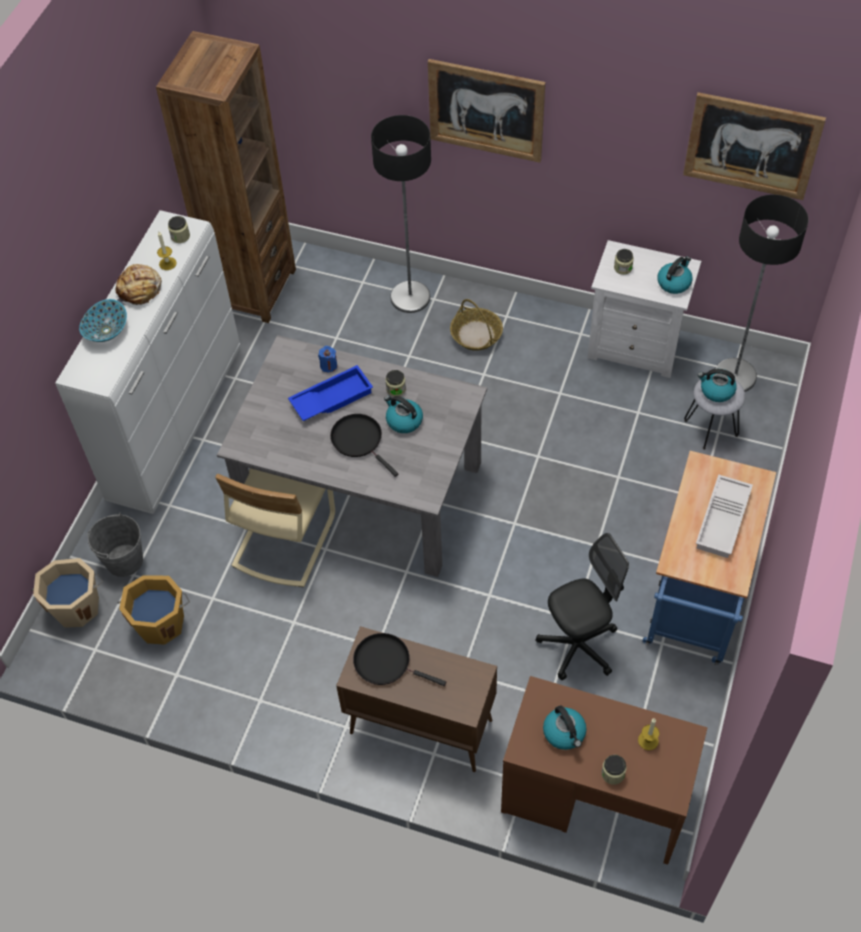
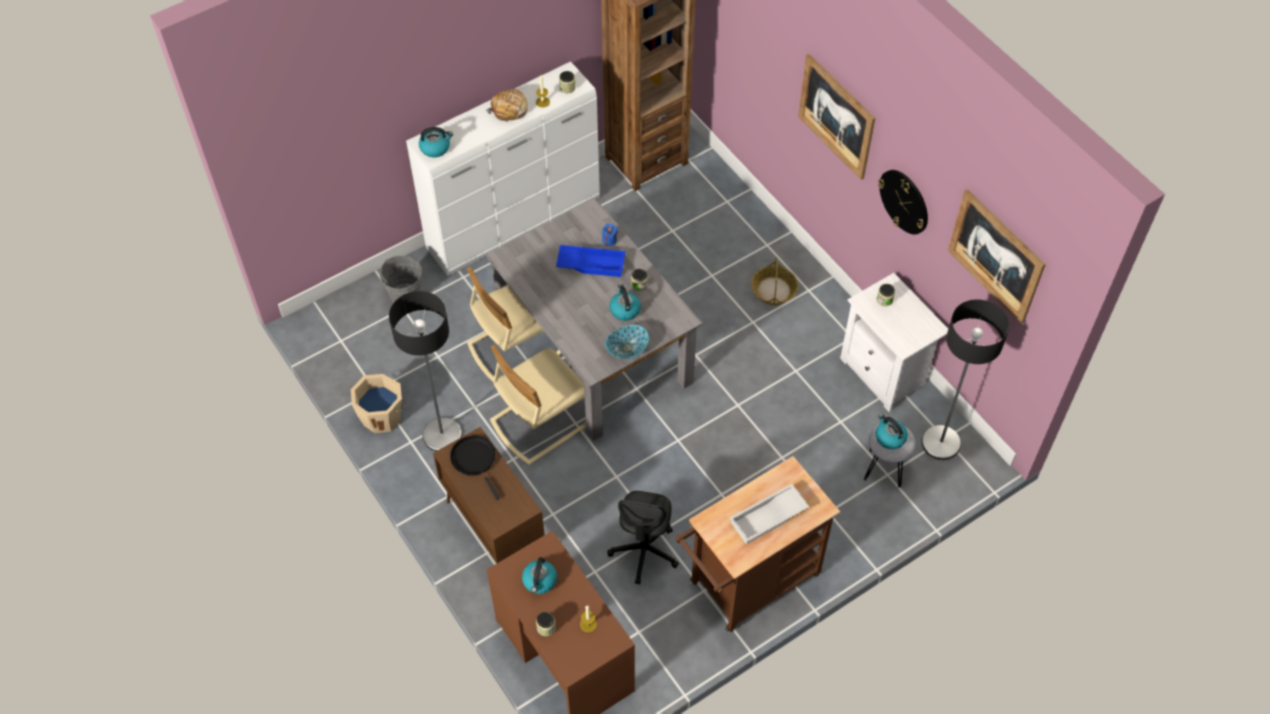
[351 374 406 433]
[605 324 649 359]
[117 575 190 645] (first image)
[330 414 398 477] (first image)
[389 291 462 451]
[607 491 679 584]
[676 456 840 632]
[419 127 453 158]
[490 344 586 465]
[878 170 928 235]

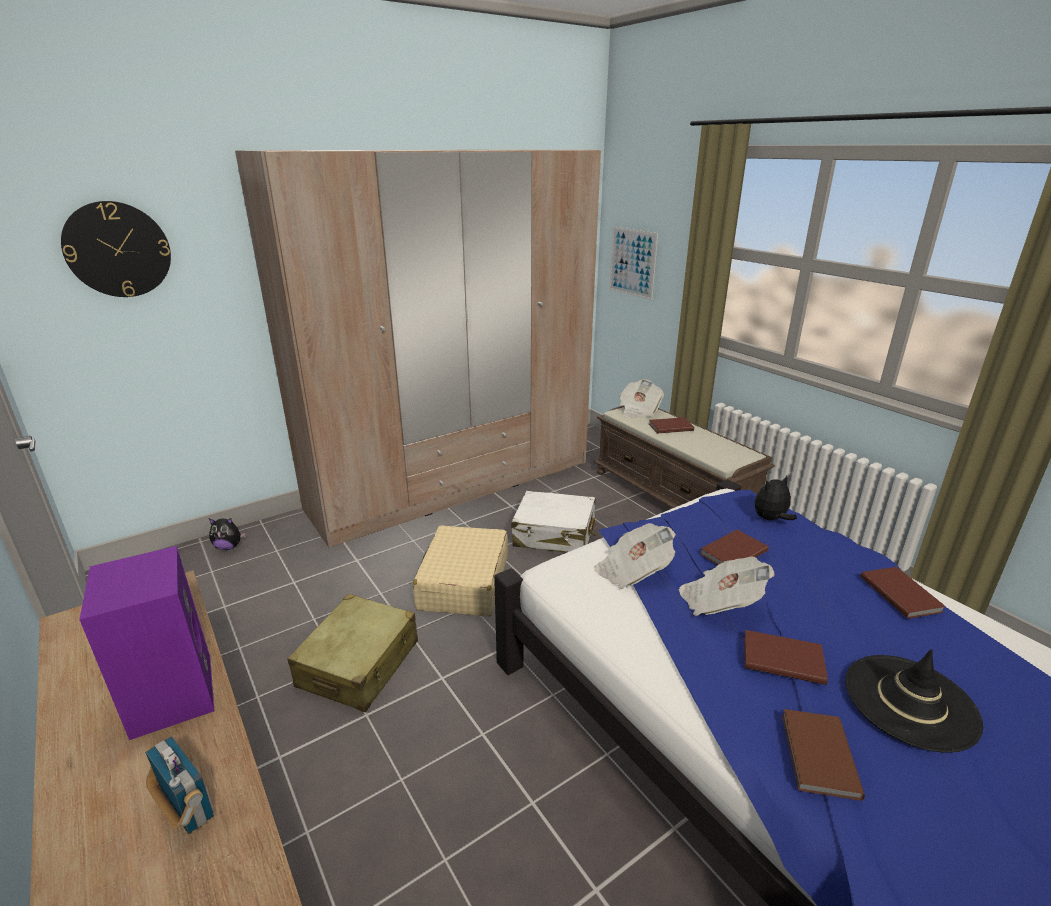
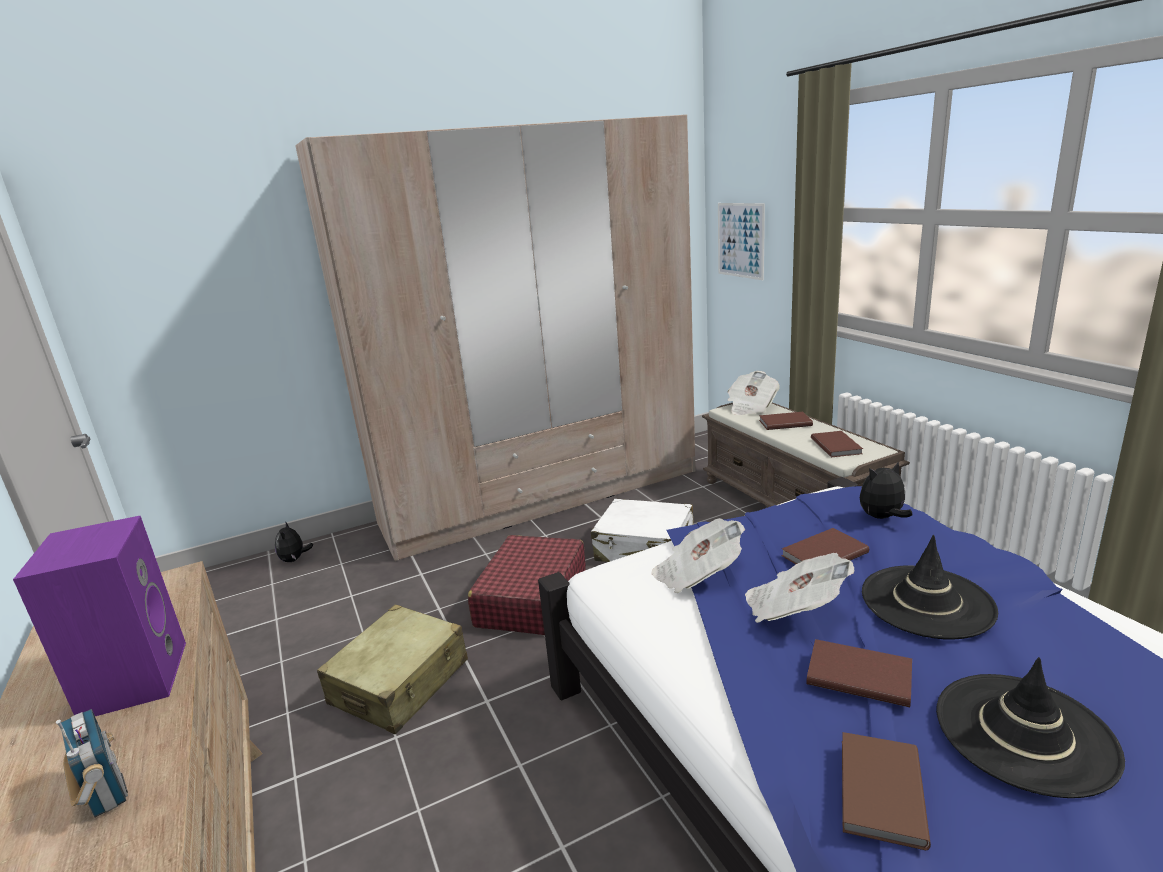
[61 201 171 297] (first image)
[275 521 313 562]
[468 535 586 635]
[811 431 863 457]
[862 535 998 640]

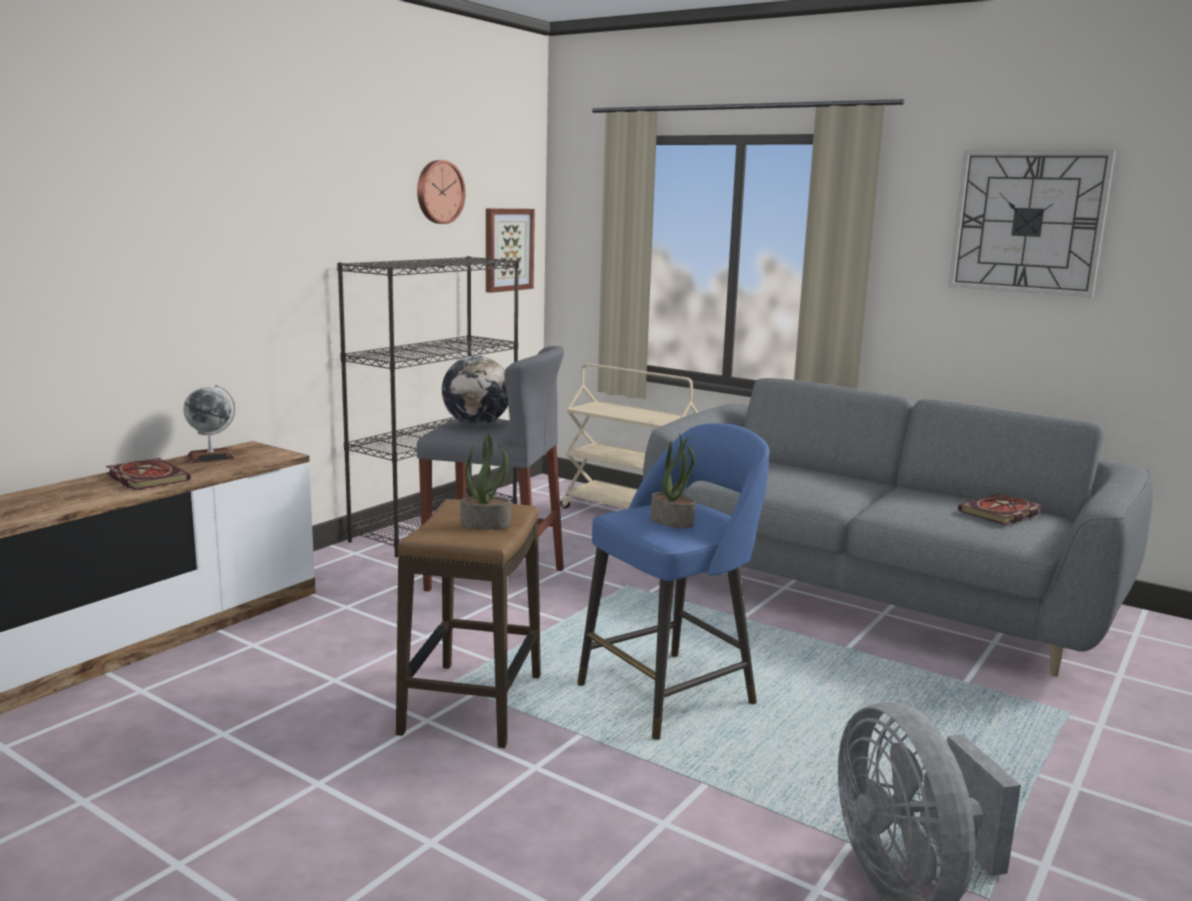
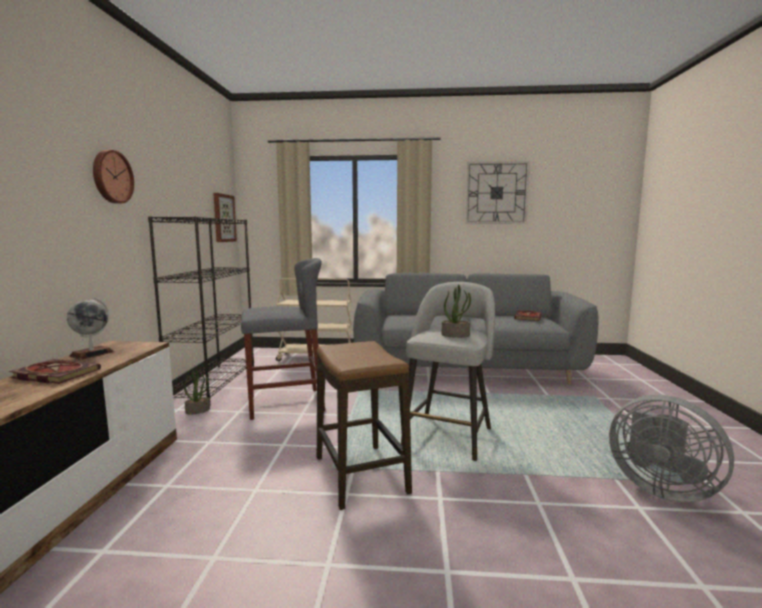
[93 150 134 204]
[442 356 508 425] (first image)
[184 370 210 414]
[401 282 495 461]

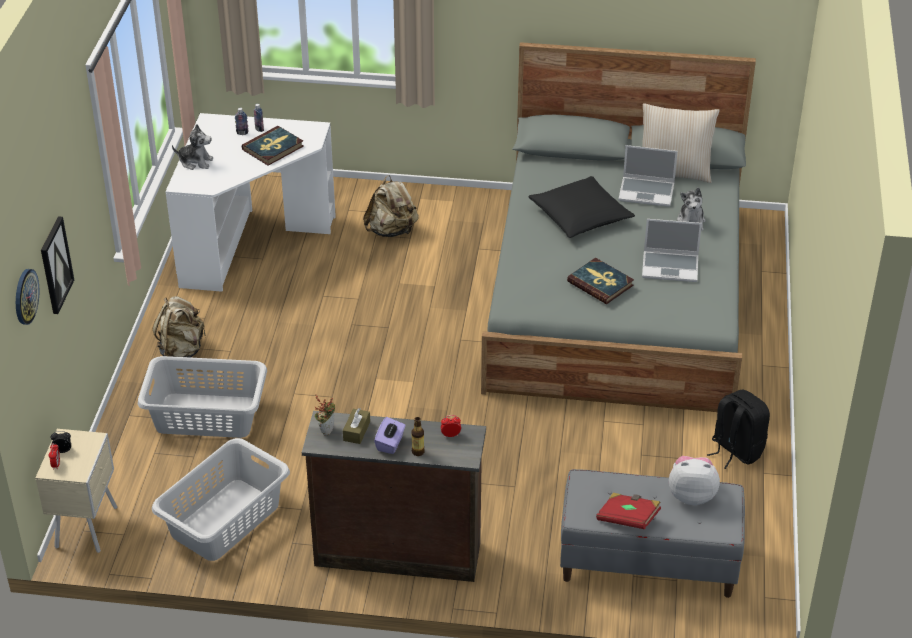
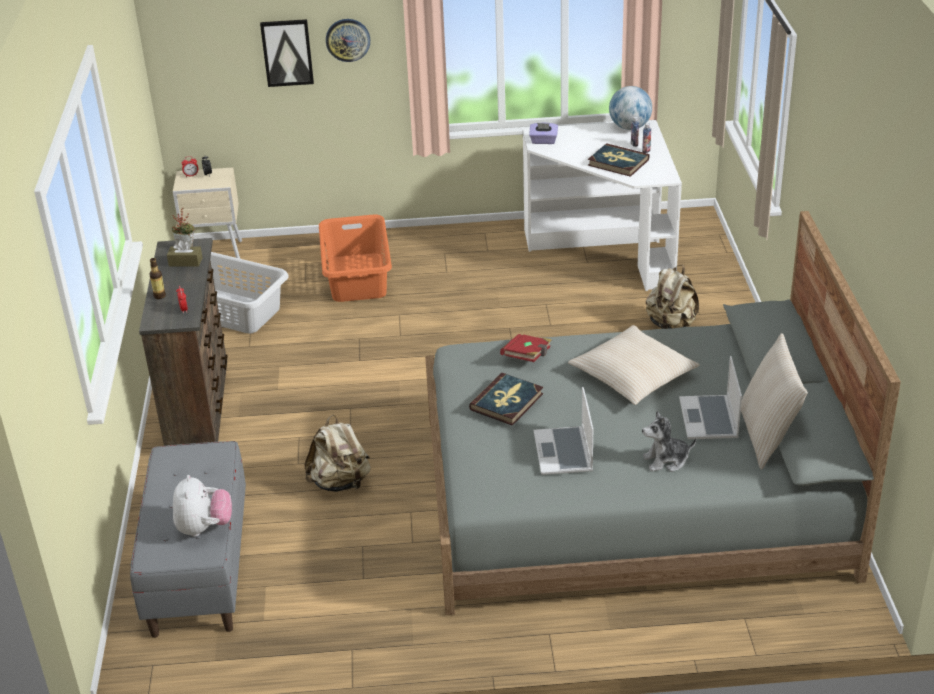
[326 19 370 62]
[319 214 392 302]
[304 415 371 492]
[172 124 213 170] (first image)
[529 123 558 144]
[568 325 700 405]
[500 334 552 362]
[707 390 770 469] (first image)
[609 86 652 130]

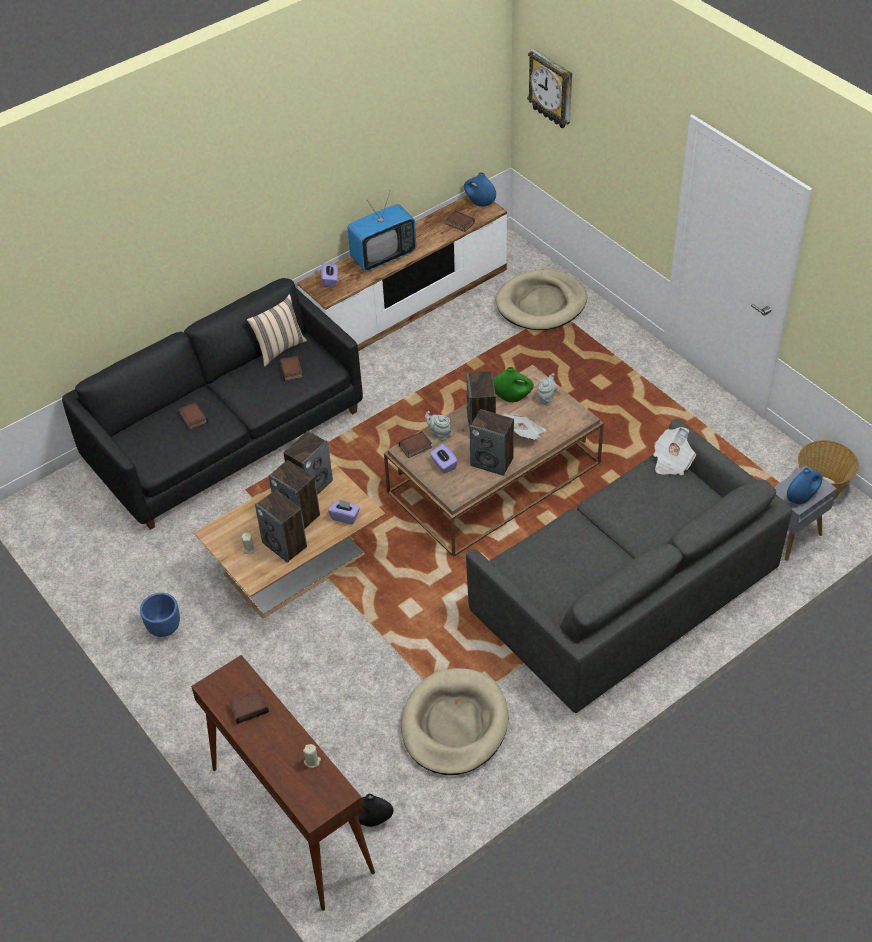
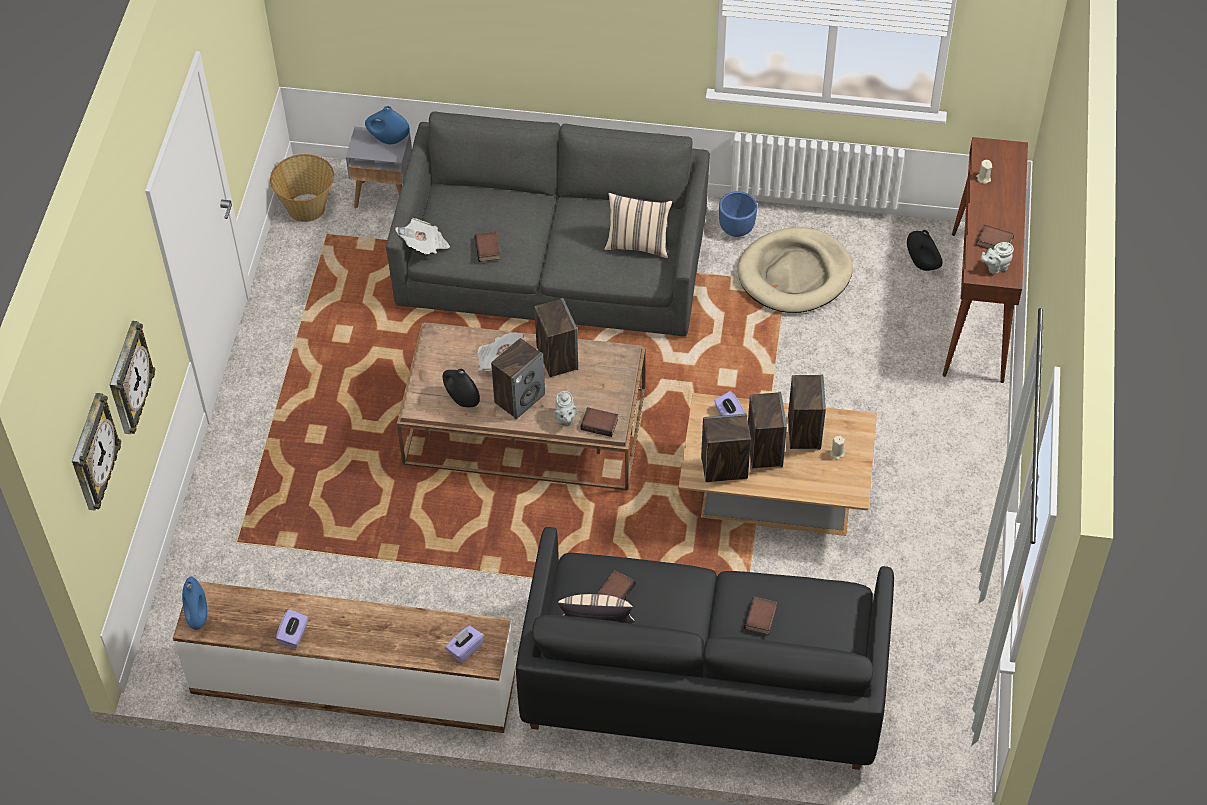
[719 191 757 237]
[348 190 416 271] (first image)
[276 609 308 648]
[474 232 501 262]
[443 369 480 407]
[496 269 587 330] (first image)
[981 242 1014 274]
[109 321 155 434]
[605 193 672 258]

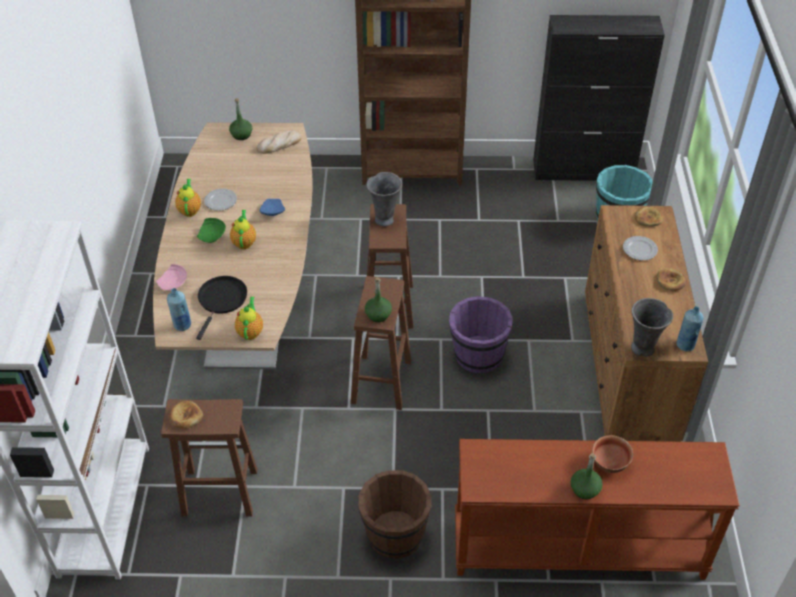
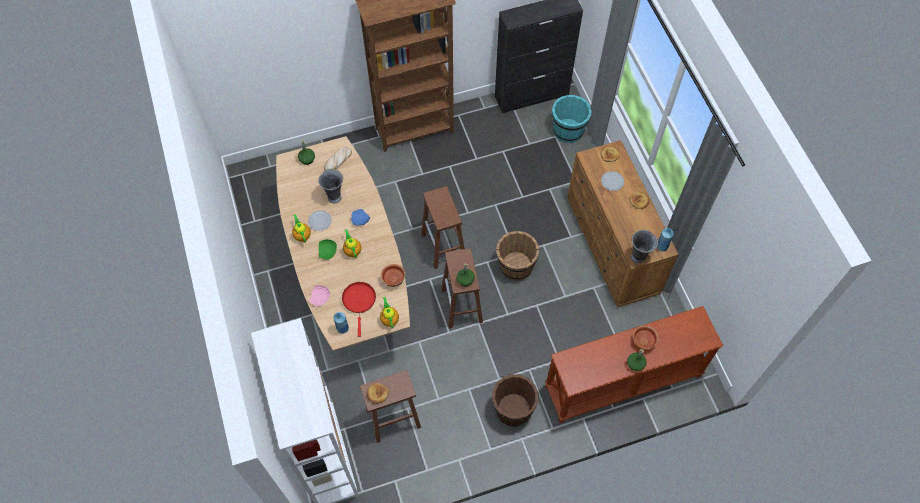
[342 282 376 337]
[318 169 343 204]
[496 231 539 281]
[381 264 405 287]

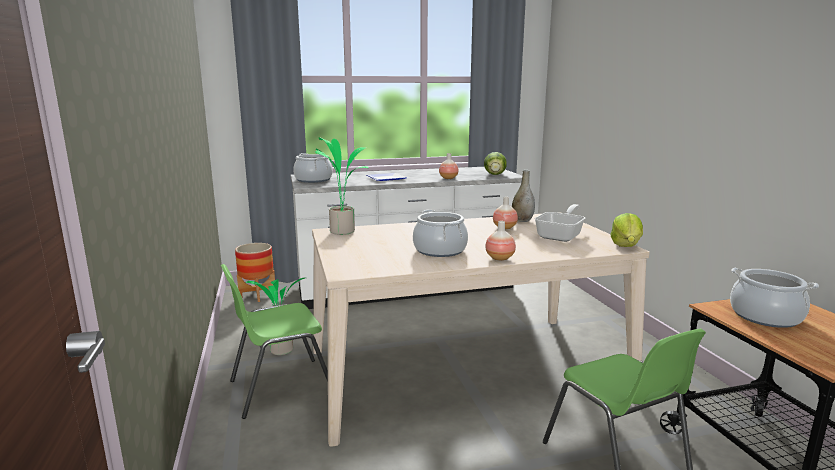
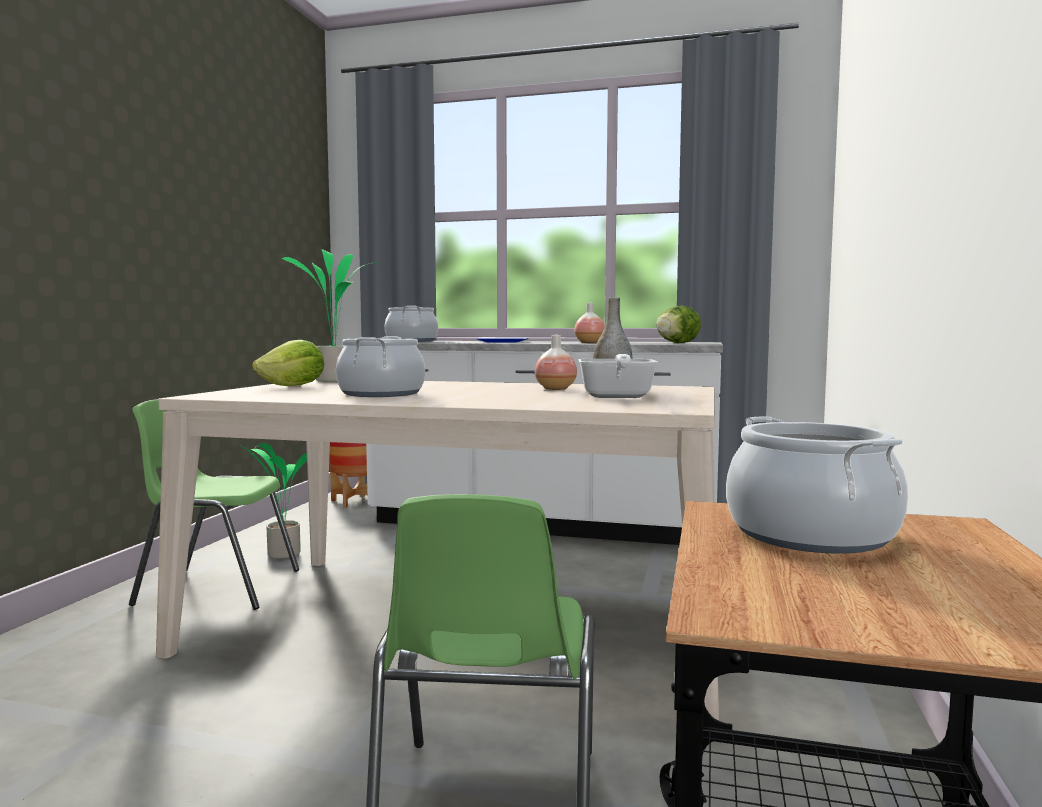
[485 221 516 261] (first image)
[579 354 658 398]
[252 340 324 386]

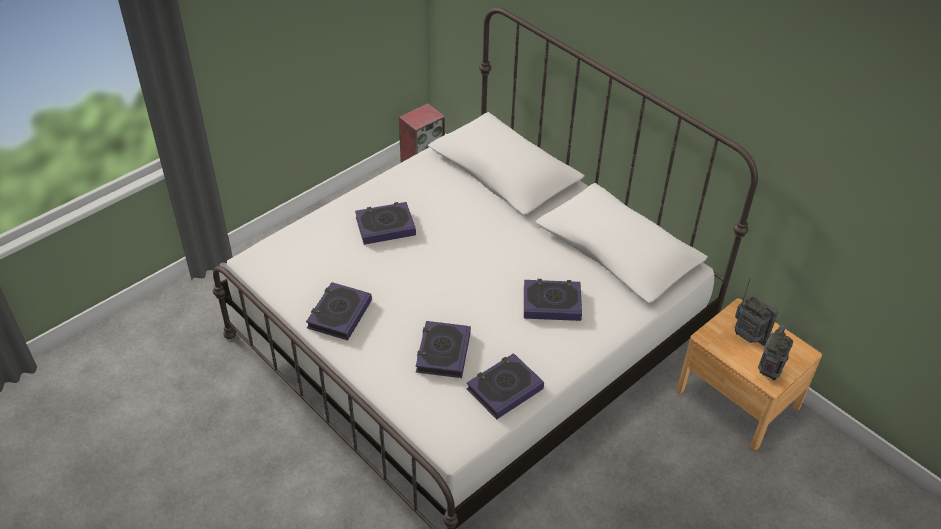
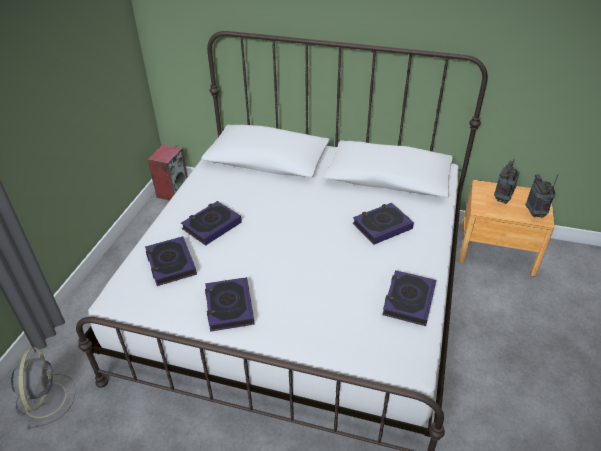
[145 236 197 286]
[494 159 520 204]
[11 347 76 430]

